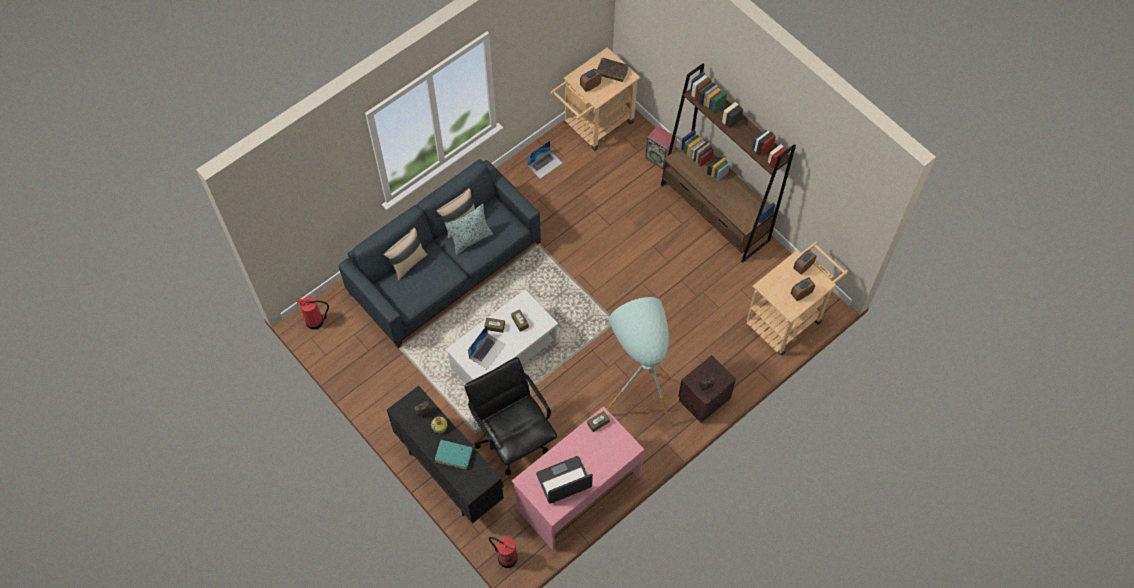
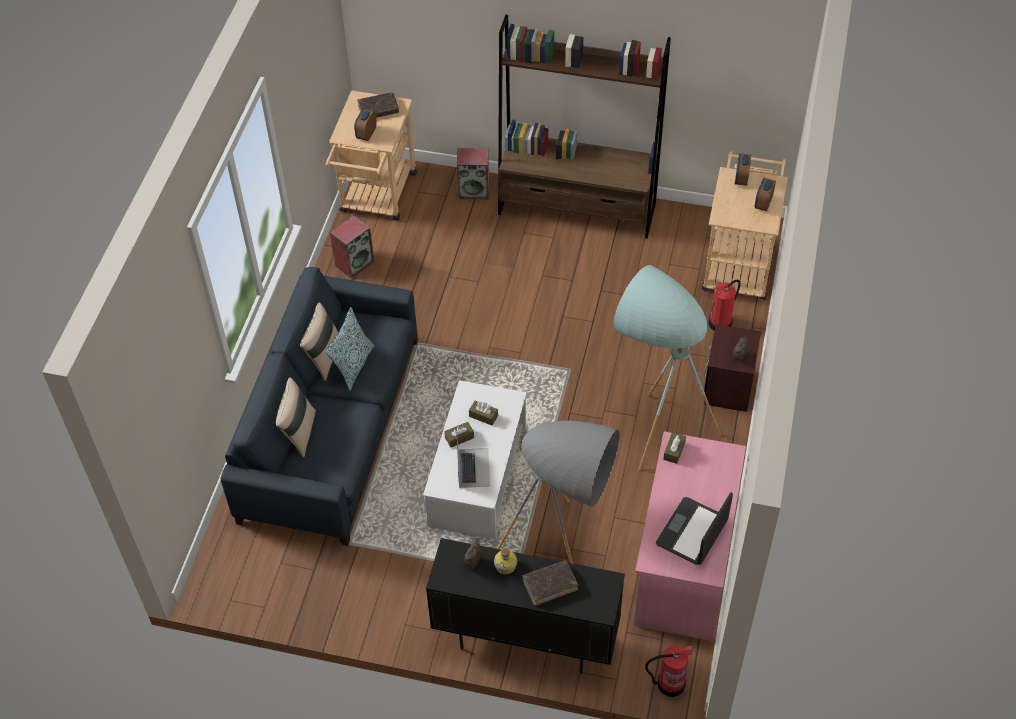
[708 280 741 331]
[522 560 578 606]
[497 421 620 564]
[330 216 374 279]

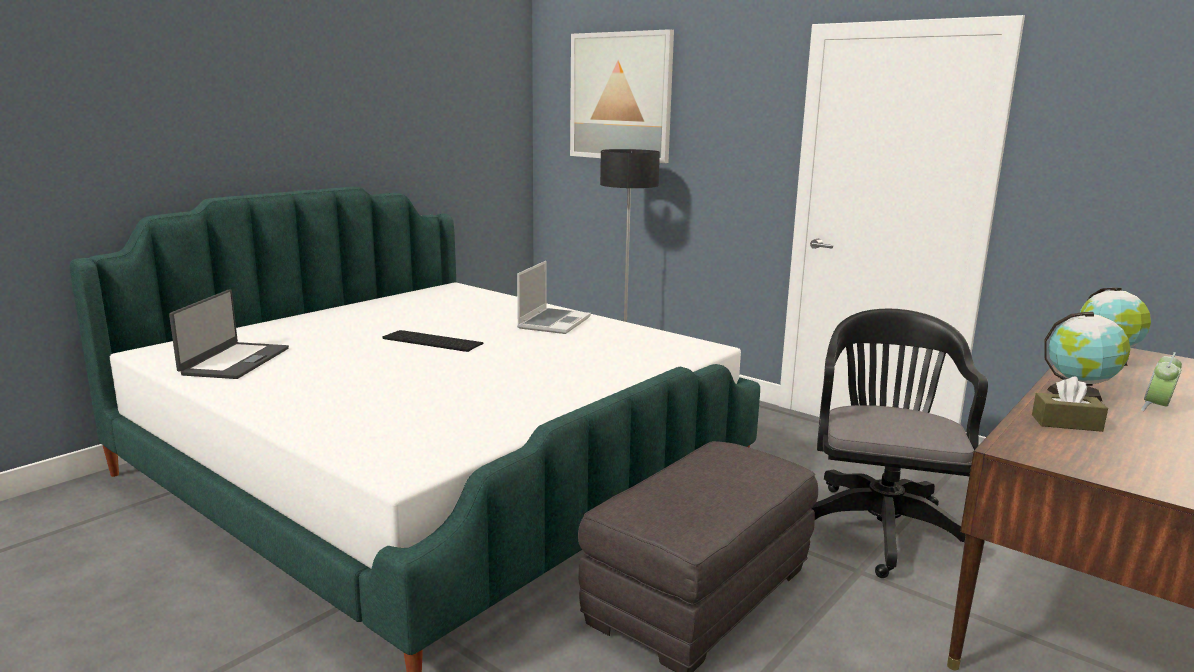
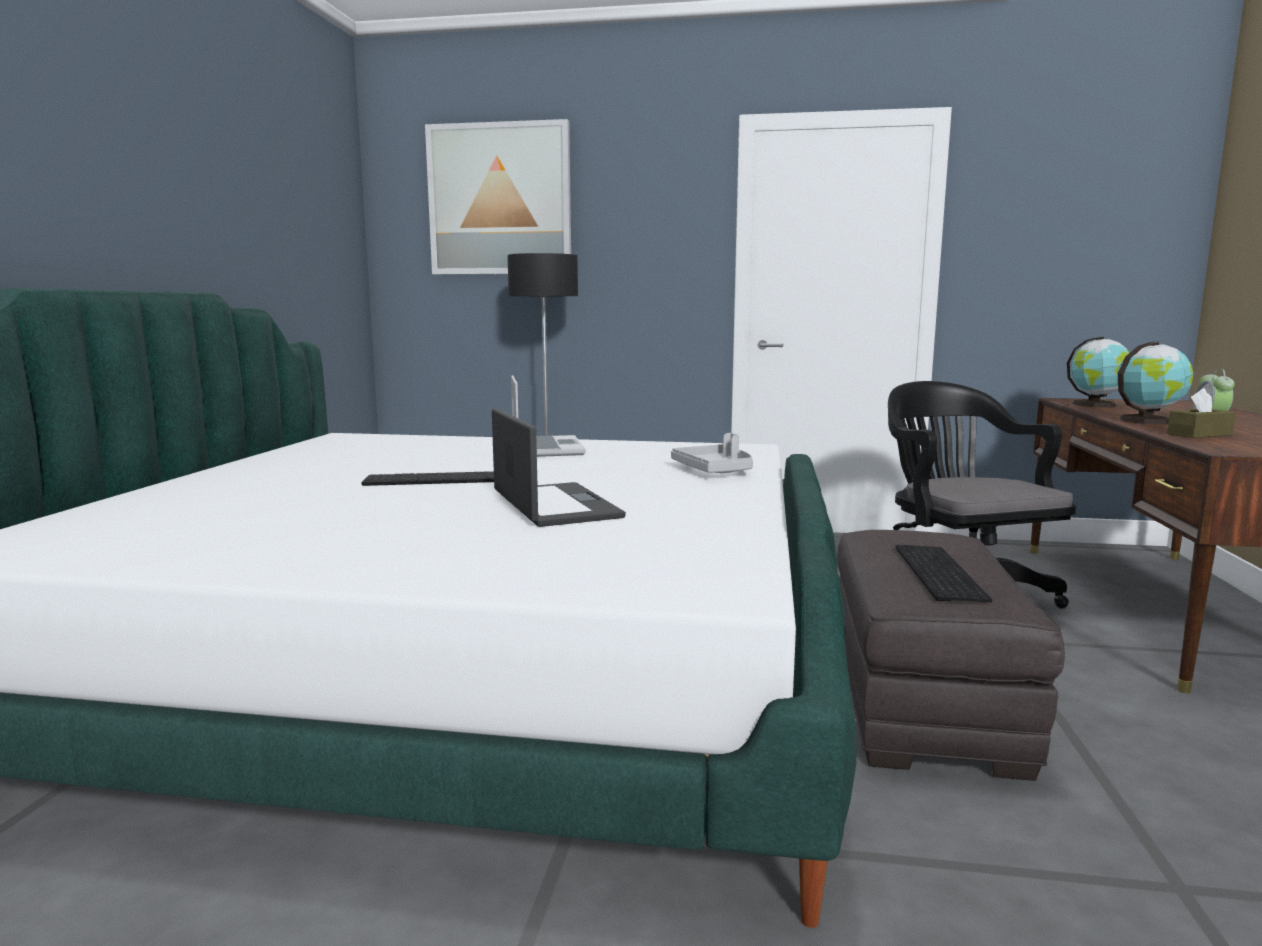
[492 408 626 527]
[671 433 753 473]
[896 545 992 603]

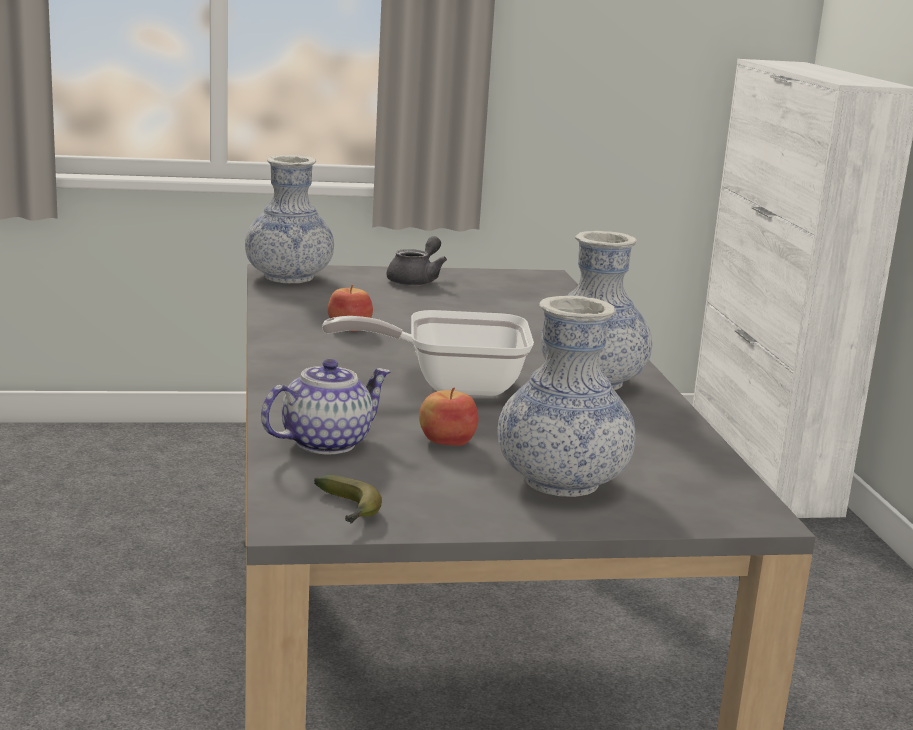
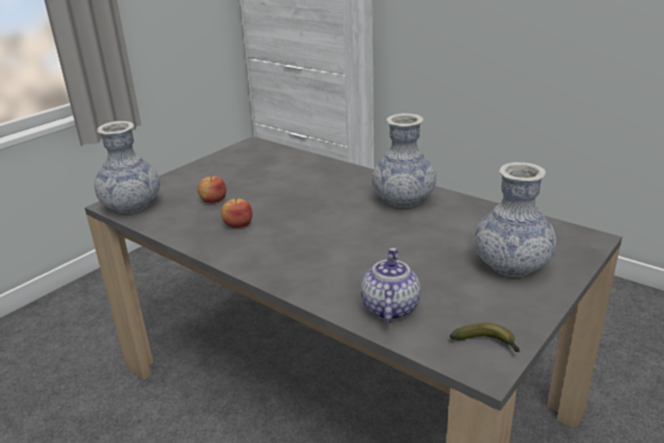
[322 310 534 396] (first image)
[386 236 447 286] (first image)
[197 175 226 204]

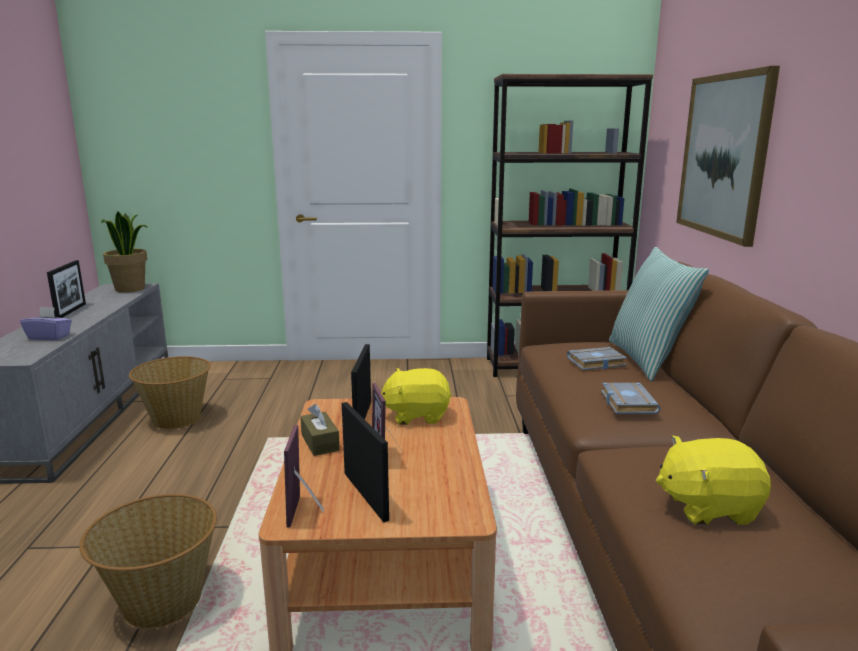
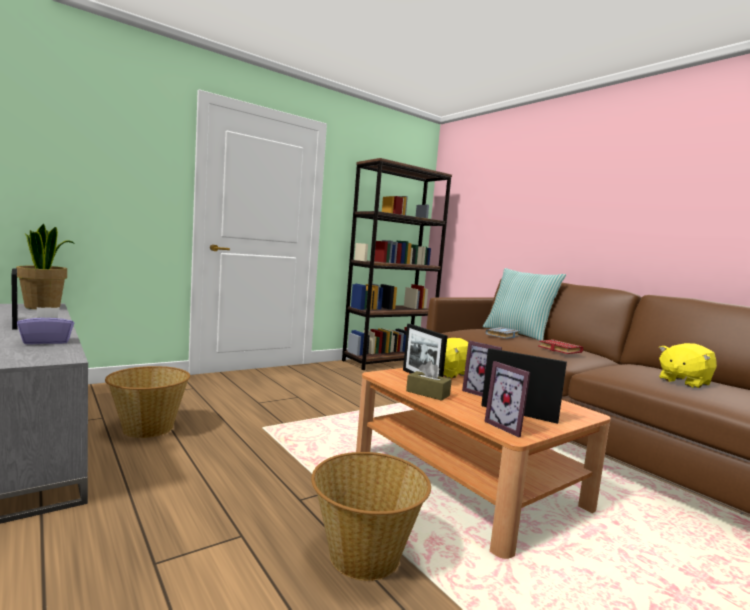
[538 340 583 354]
[676 66 780 247] (first image)

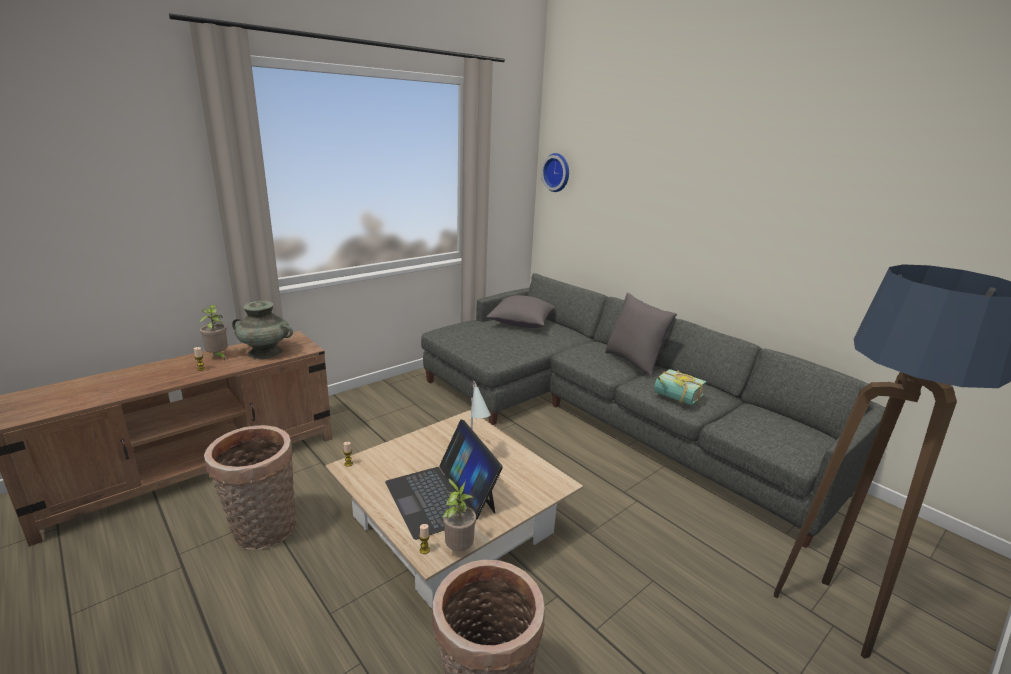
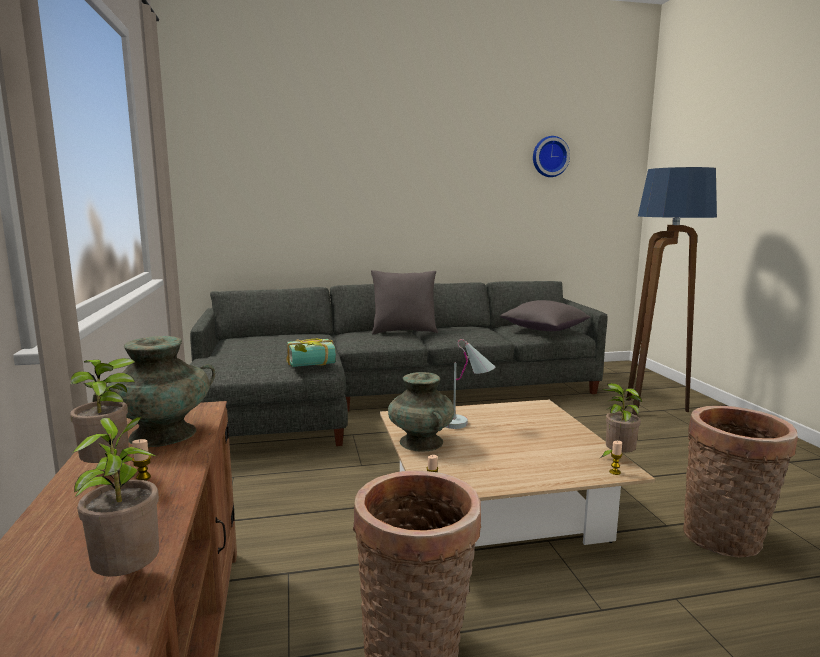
[385 419 503 540] (first image)
[500 300 591 331]
[533 136 570 177]
[286 339 336 367]
[72 417 159 577]
[388 372 455 452]

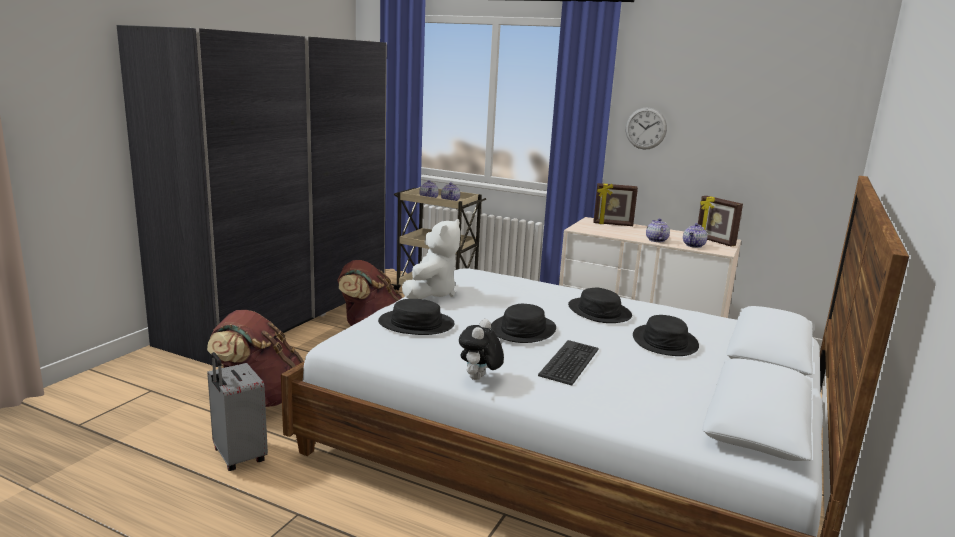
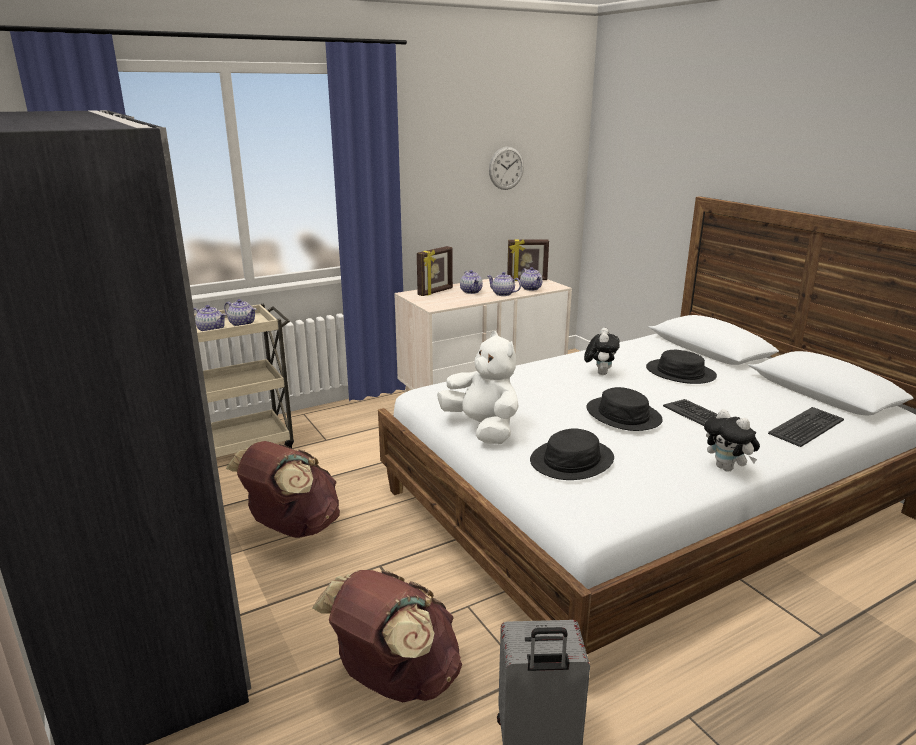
[584 328 620 375]
[489 147 524 190]
[460 270 483 294]
[768 407 844 447]

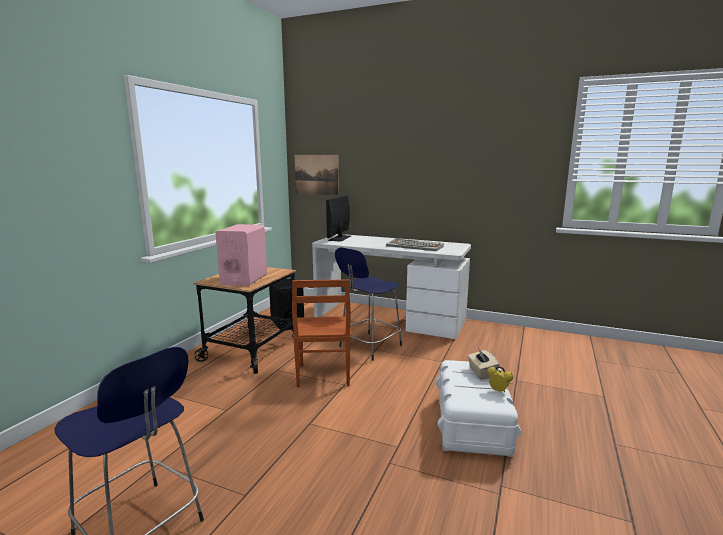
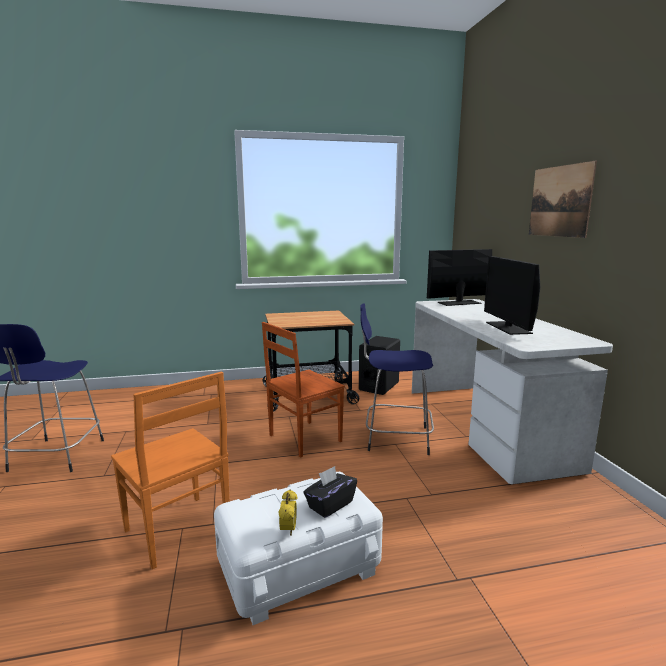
[215 224 267 286] (first image)
[529 161 597 238]
[484 256 540 335]
[303 466 357 518]
[111 372 230 569]

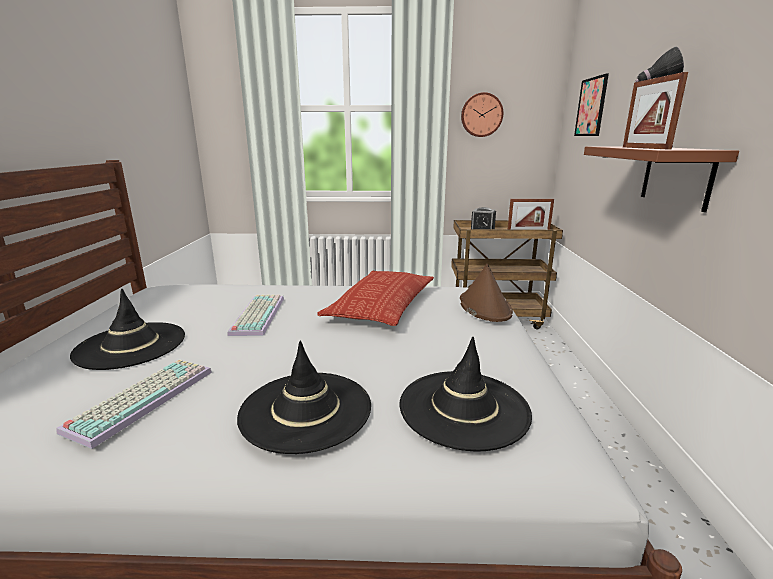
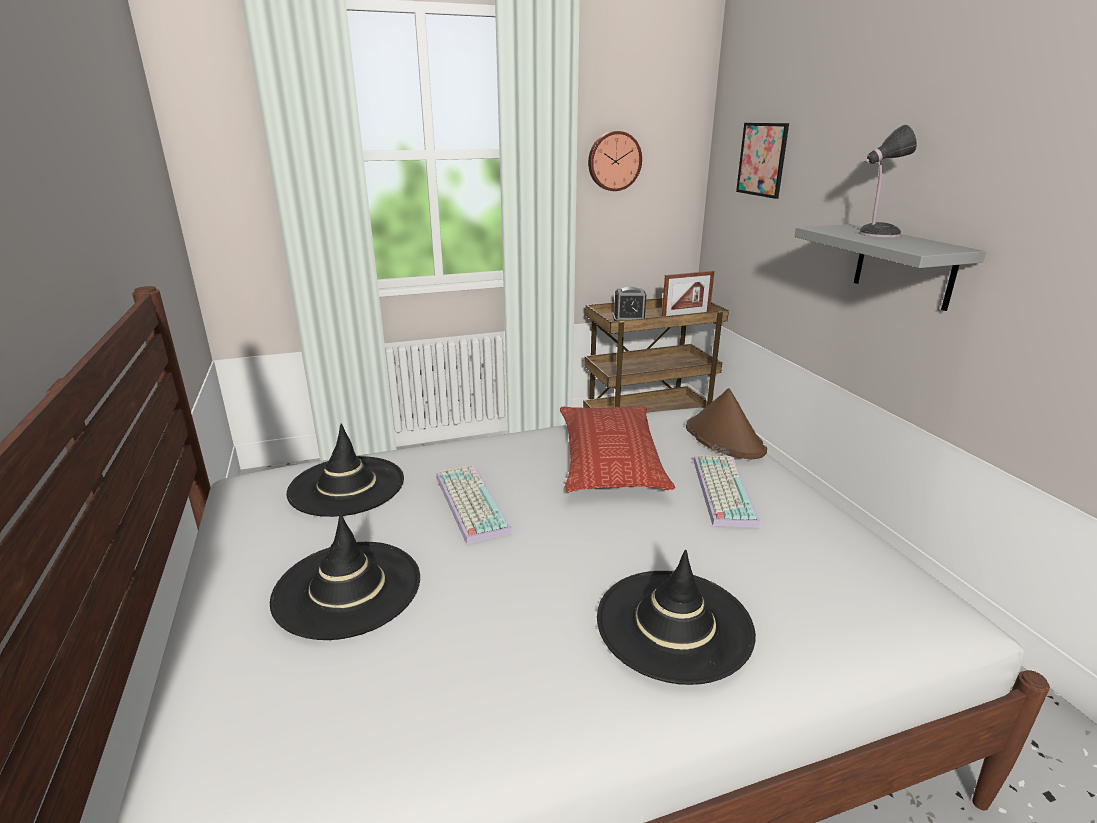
[693 455 761 528]
[286 424 404 517]
[795 224 986 311]
[623 72 688 150] (first image)

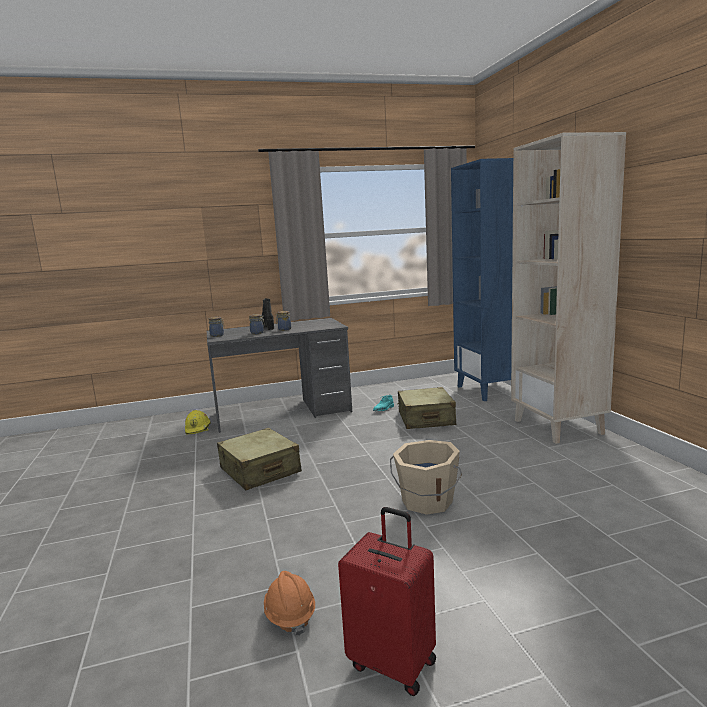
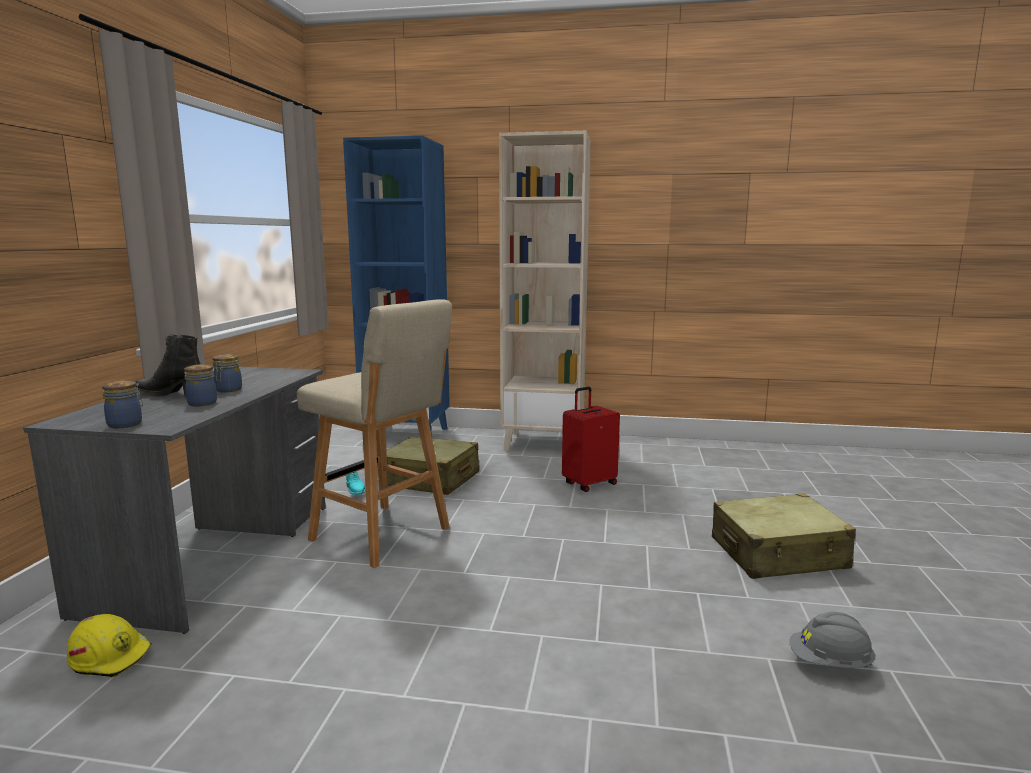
[712 494 856 579]
[789 612 875 668]
[562 387 620 492]
[390 440 462 515] (first image)
[297 299 452 568]

